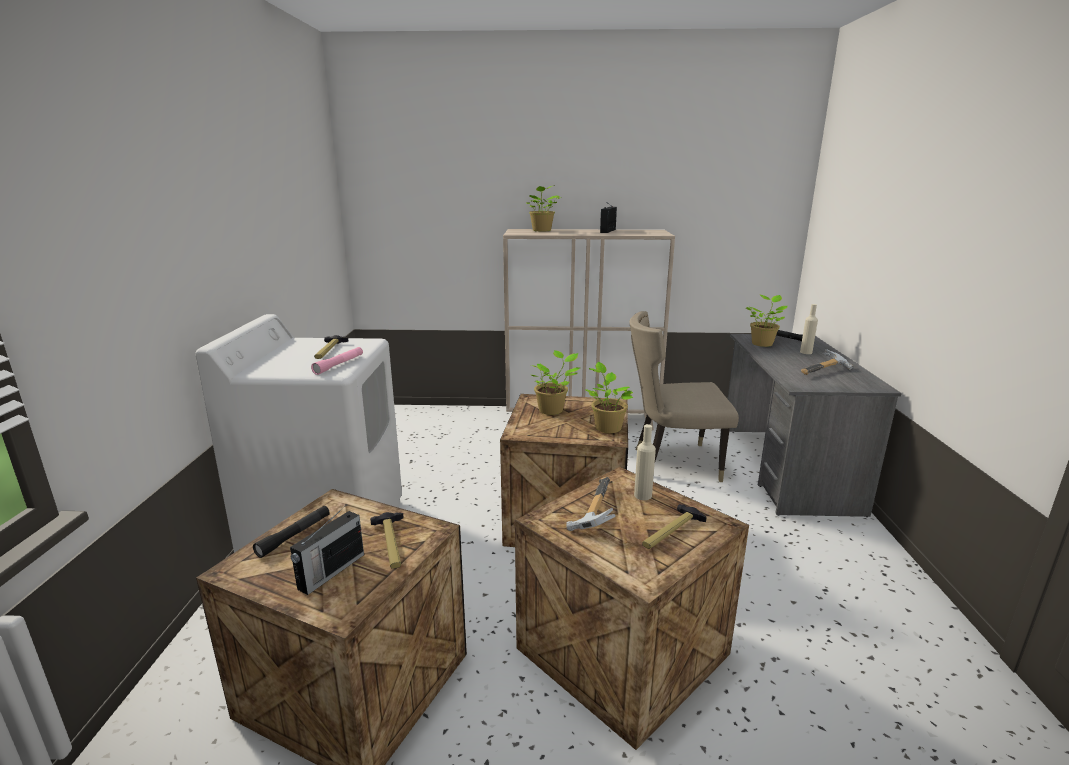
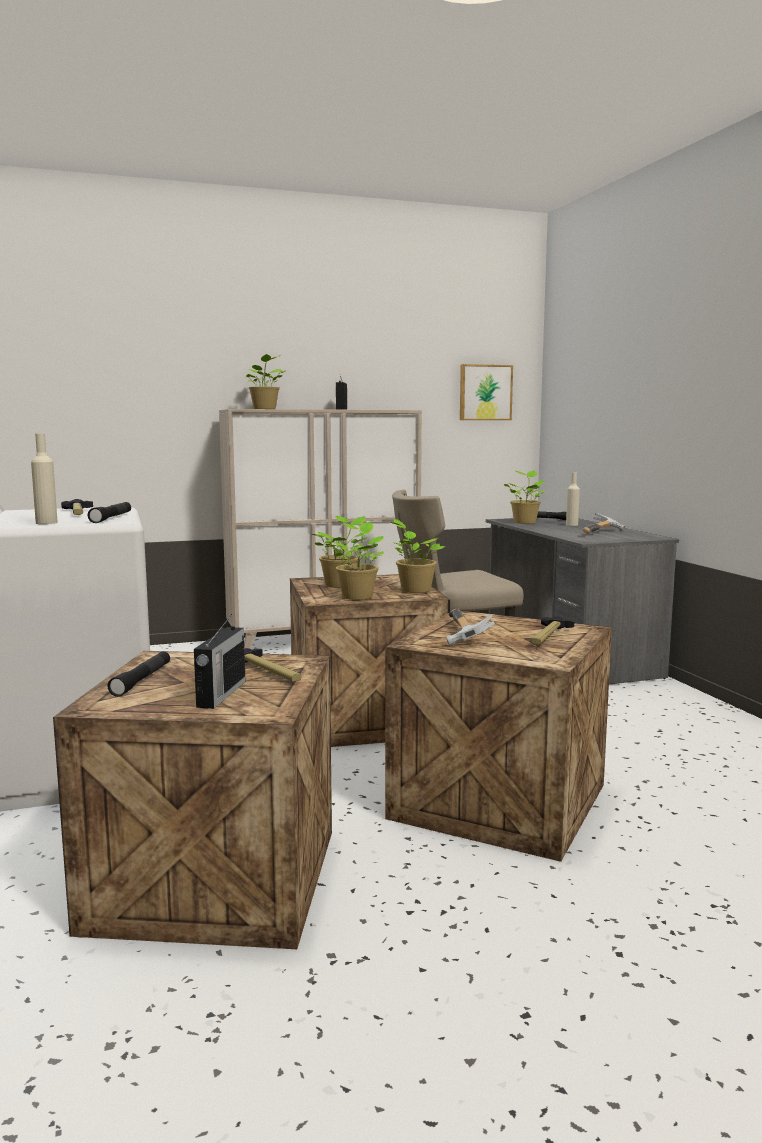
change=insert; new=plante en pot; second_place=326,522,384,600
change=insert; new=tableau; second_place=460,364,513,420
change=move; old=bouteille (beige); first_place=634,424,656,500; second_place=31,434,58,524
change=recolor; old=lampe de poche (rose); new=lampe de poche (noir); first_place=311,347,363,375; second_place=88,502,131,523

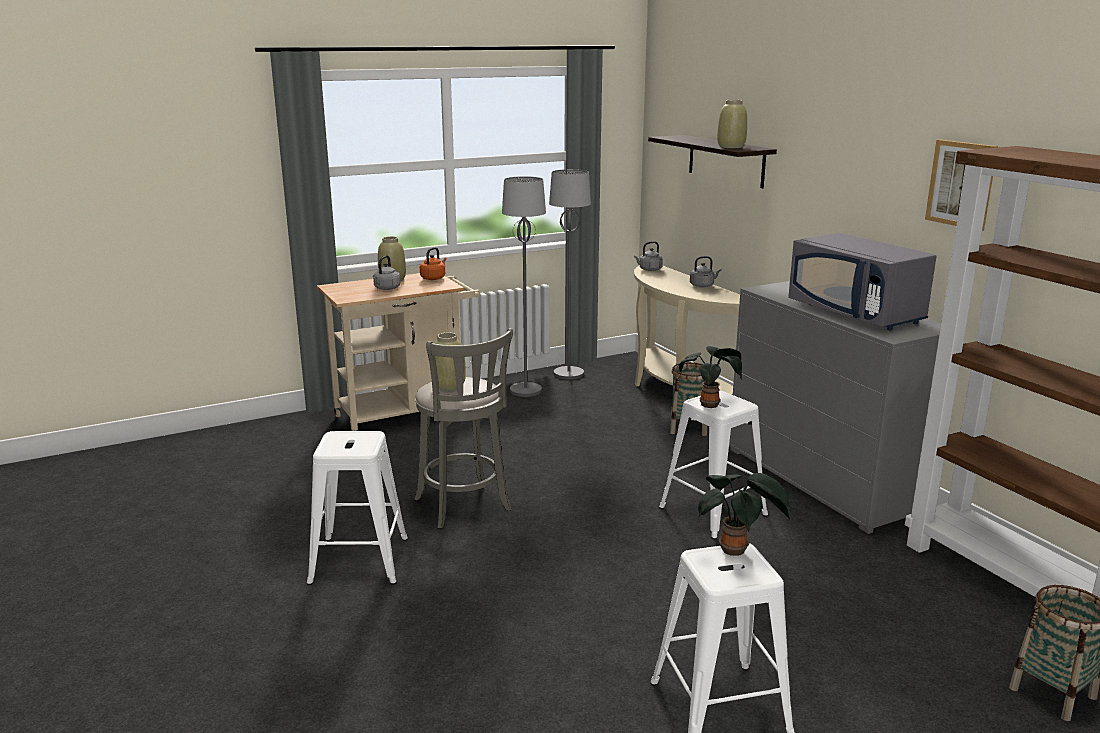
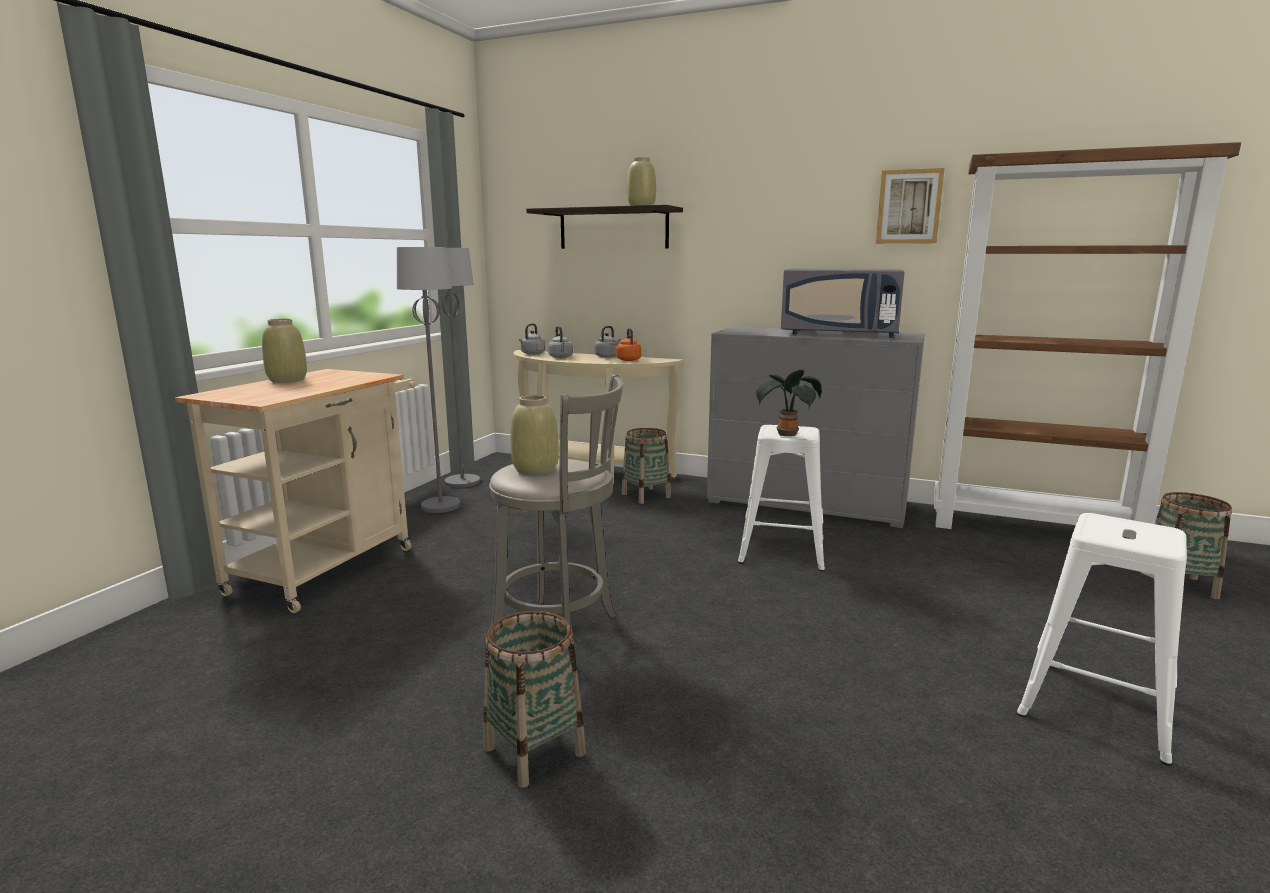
change=delete; old=plante en pot; first_place=698,473,791,556
change=move; old=bouilloire (gris); first_place=373,255,400,290; second_place=548,326,573,358
change=move; old=bouilloire (orange); first_place=420,247,446,280; second_place=616,328,642,361
change=replace; old=tabouret (blanc); new=panier; first_place=307,431,408,585; second_place=483,611,586,788

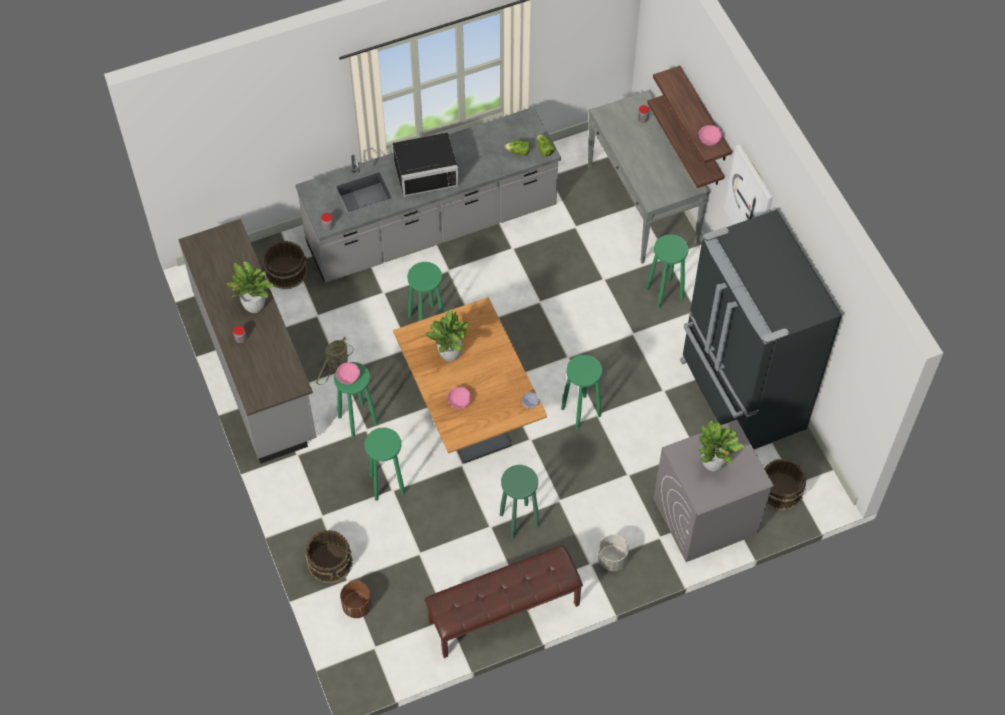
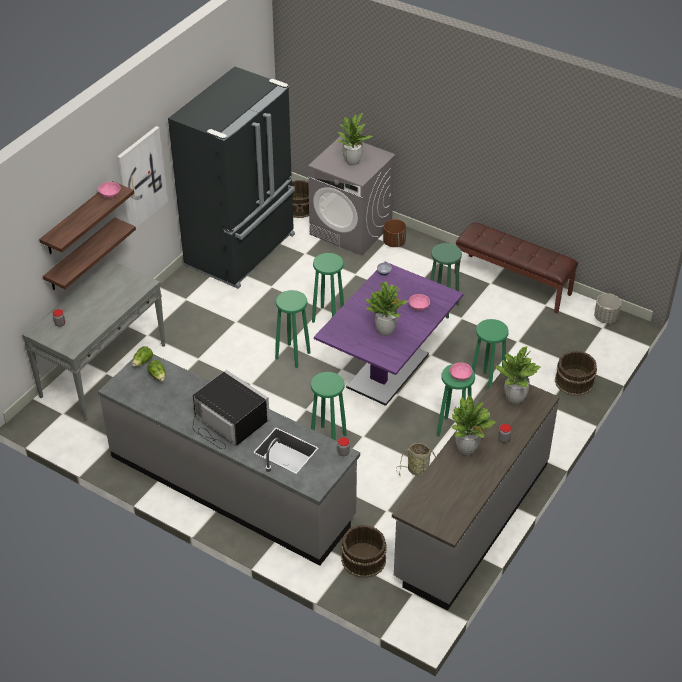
change=insert; new=plante en pot; second_place=496,346,541,404
change=move; old=cache-pot (marron); first_place=340,581,372,618; second_place=383,219,406,247
change=move; old=cache-pot (gris); first_place=598,534,629,571; second_place=594,293,621,324
change=move; old=tabouret (vert); first_place=646,234,688,309; second_place=275,290,311,368
change=recolor; old=table à manger (marron); new=table à manger (violet); first_place=393,297,547,463; second_place=314,262,463,406

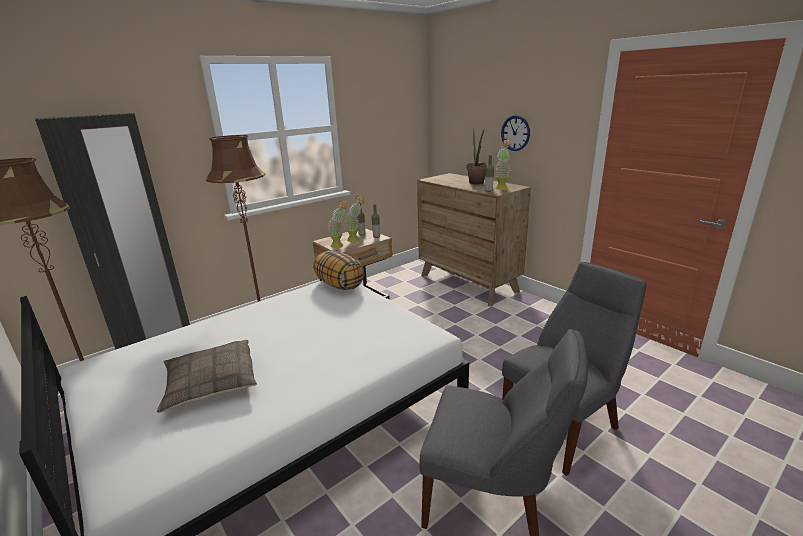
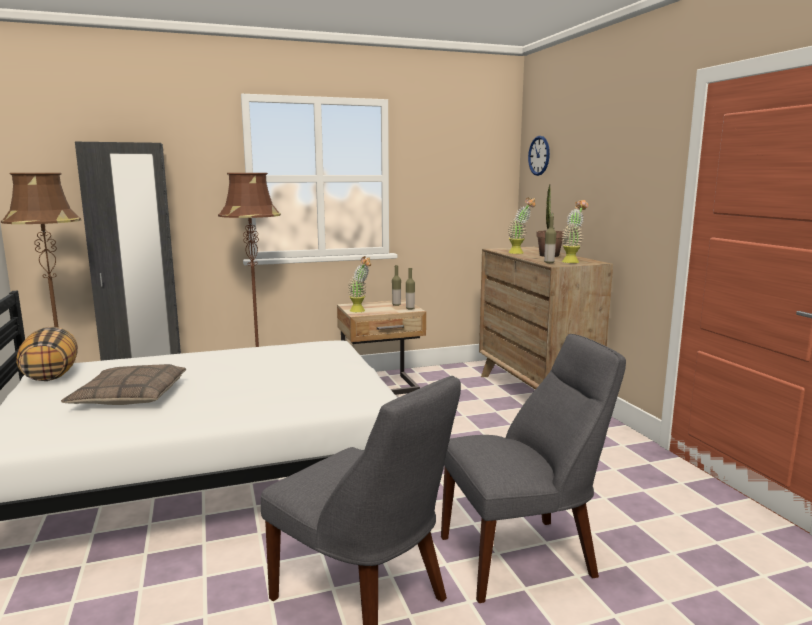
change=move; old=coussin; first_place=313,250,364,290; second_place=16,327,78,381
change=move; old=plante en pot; first_place=345,196,365,242; second_place=508,197,536,254
change=move; old=horloge murale; first_place=501,115,530,151; second_place=528,136,550,176

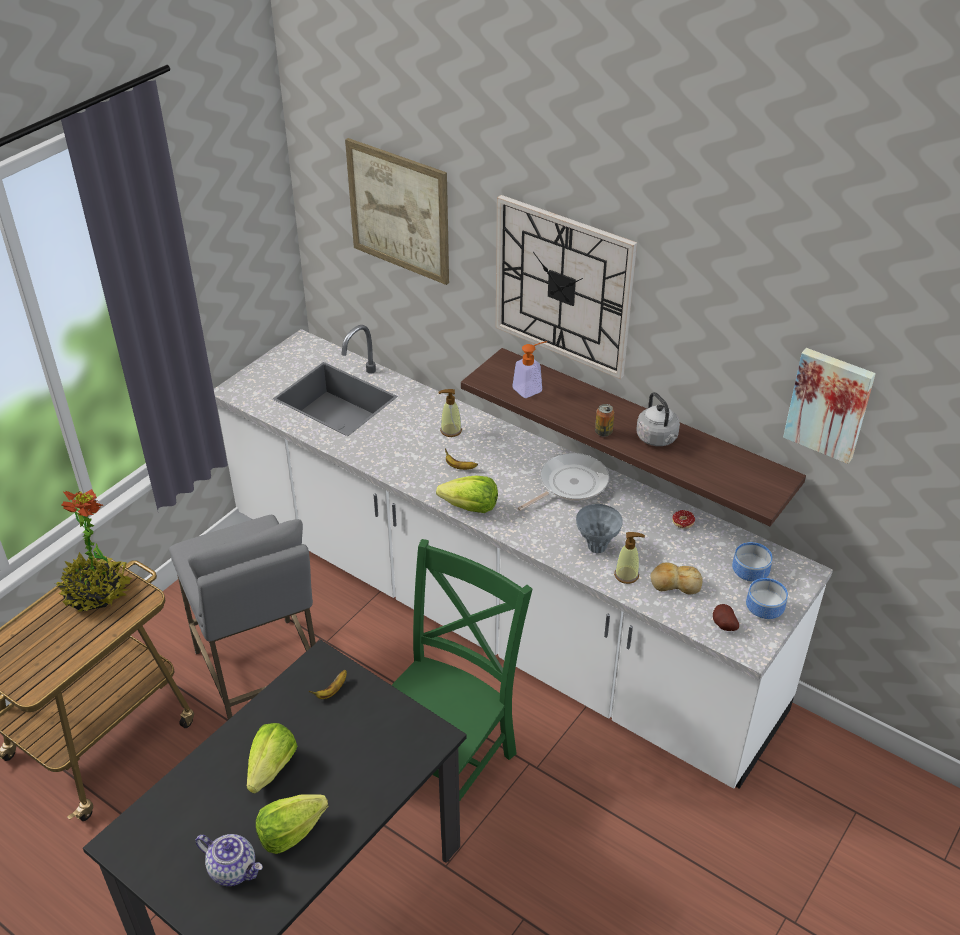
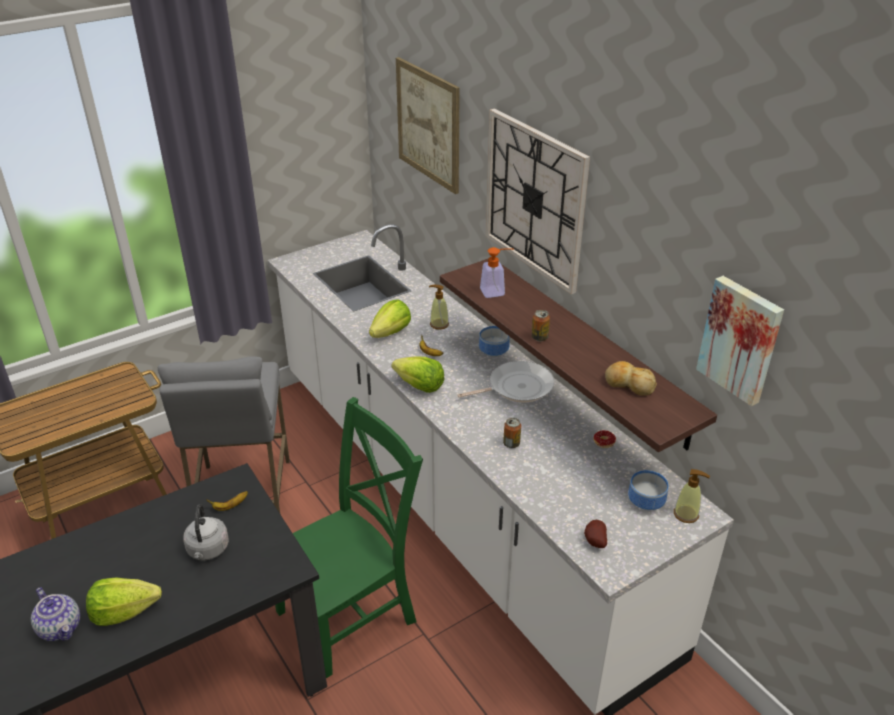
change=delete; old=plante en pot; first_place=55,489,132,612
change=move; old=laitue; first_place=247,723,298,794; second_place=369,300,411,338
change=move; old=distributeur de savon; first_place=614,532,645,584; second_place=674,469,710,523
change=move; old=bouilloire (gris); first_place=636,392,680,446; second_place=183,504,229,560
change=move; old=pain; first_place=650,562,703,594; second_place=605,361,657,396
change=move; old=bol; first_place=746,578,788,619; second_place=479,326,510,357
change=replace; old=vase (gris); new=boîte métallique; first_place=576,504,623,553; second_place=503,418,521,448

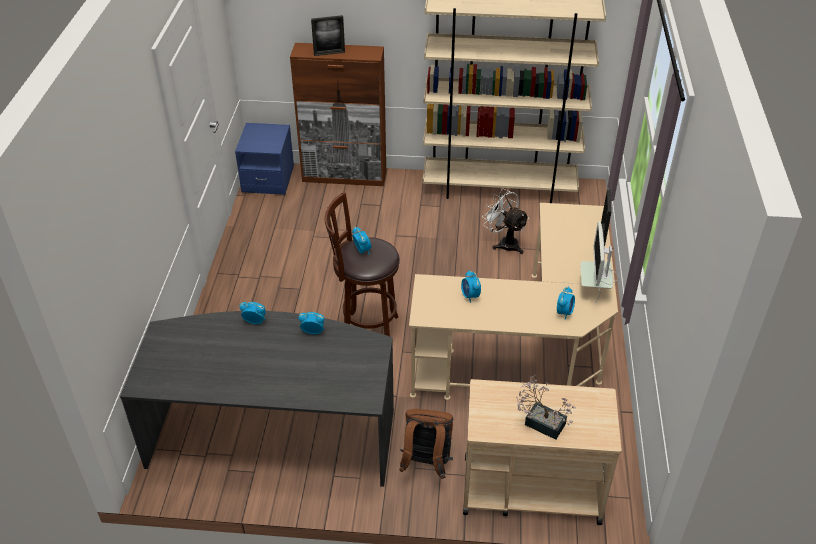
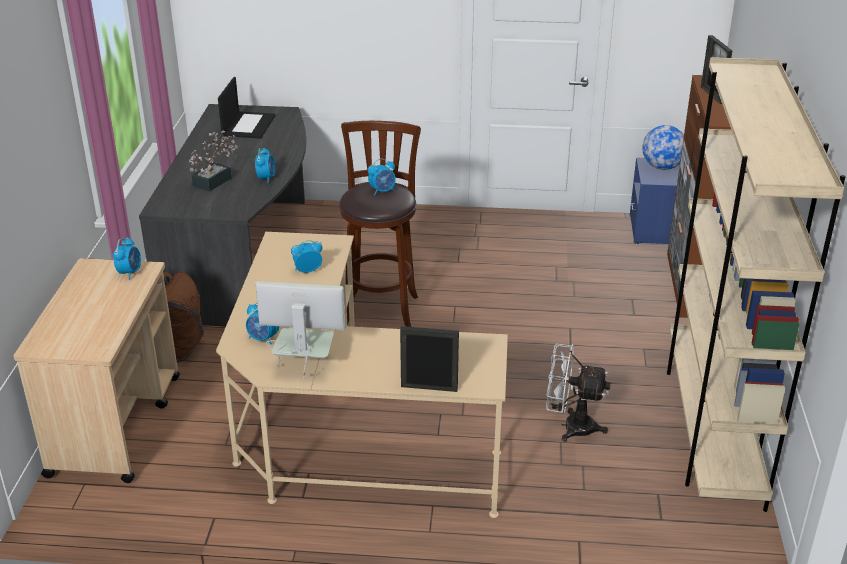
change=insert; new=ordinateur portable; second_place=218,77,275,138
change=insert; new=globe; second_place=642,125,684,170
change=move; old=réveil; first_place=239,302,266,324; second_place=113,237,141,280
change=move; old=plante en pot; first_place=516,375,576,440; second_place=189,130,238,192
change=rotate; old=ventilateur (blanc); first_place=482,189,529,254; second_place=546,344,611,442; degrees=-120

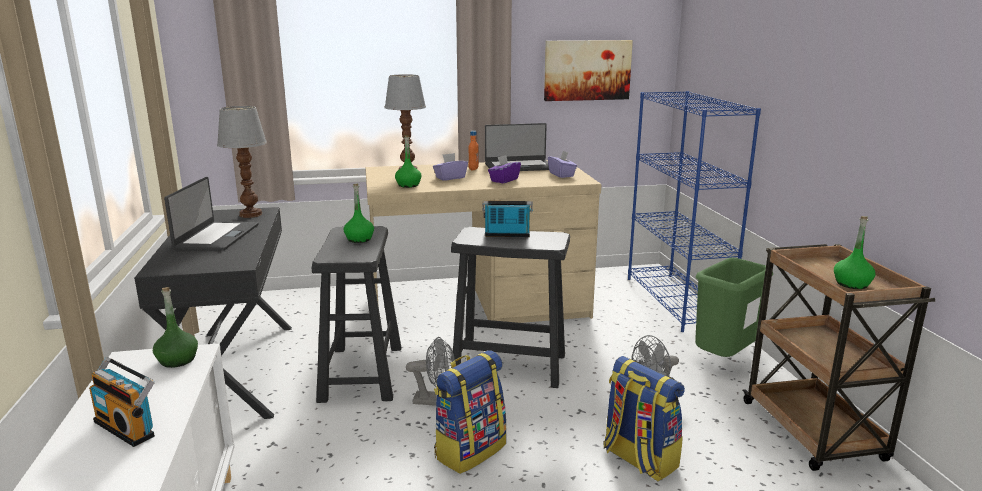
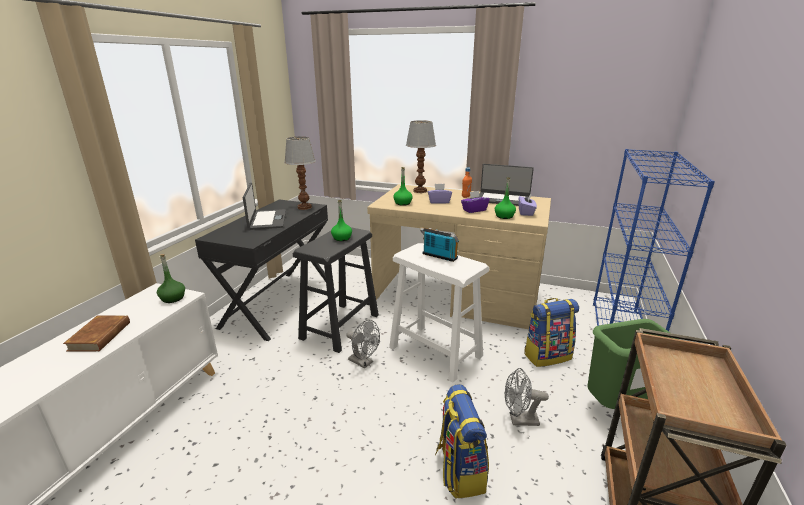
change=delete; old=tableau; first_place=544,40,633,101
change=move; old=sac à dos; first_place=434,350,507,474; second_place=524,298,579,367
change=move; old=bouteille (vert); first_place=834,216,876,289; second_place=495,177,516,219
change=replace; old=radio; new=livre (marron); first_place=89,357,155,447; second_place=63,316,130,351
change=recolor; old=tabouret (noir); new=tabouret (blanc); first_place=451,227,570,388; second_place=389,243,489,383
change=rotate; old=ordinateur portable; first_place=164,177,258,250; second_place=243,183,286,230; degrees=-45

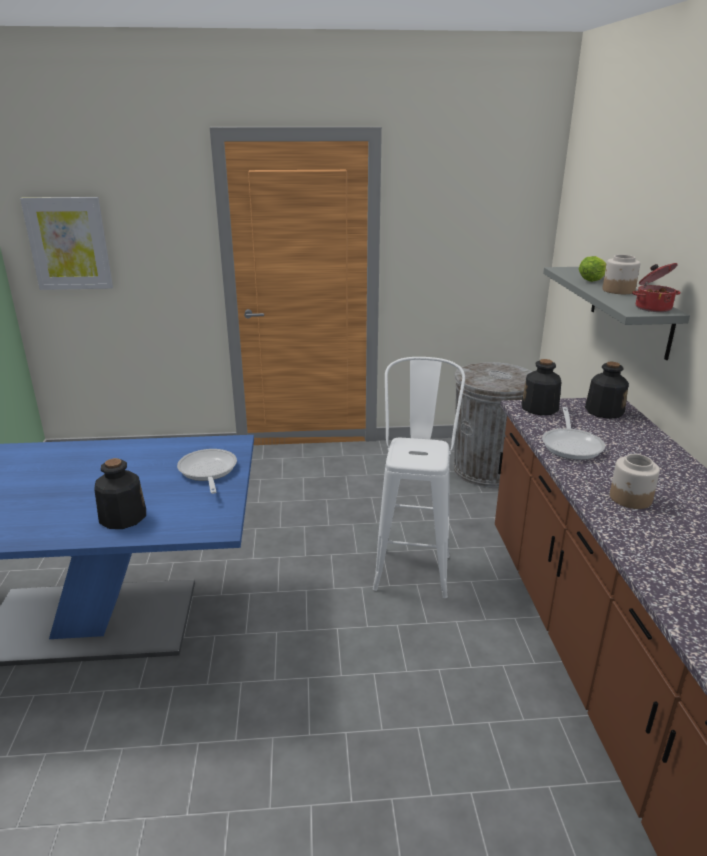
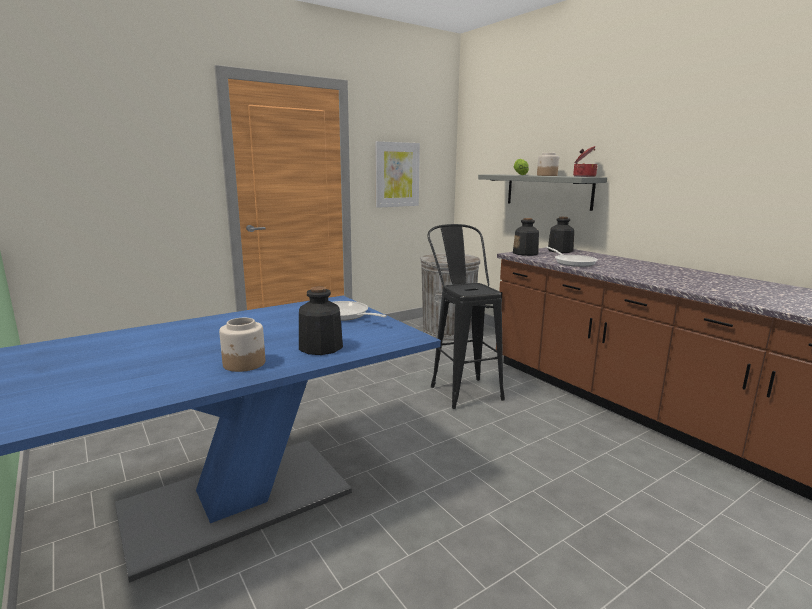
change=move; old=tableau; first_place=20,197,113,290; second_place=375,141,420,208
change=move; old=bocal; first_place=610,454,660,509; second_place=219,318,265,372
change=recolor; old=tabouret (blanc); new=tabouret (noir); first_place=373,357,465,598; second_place=427,224,505,409

